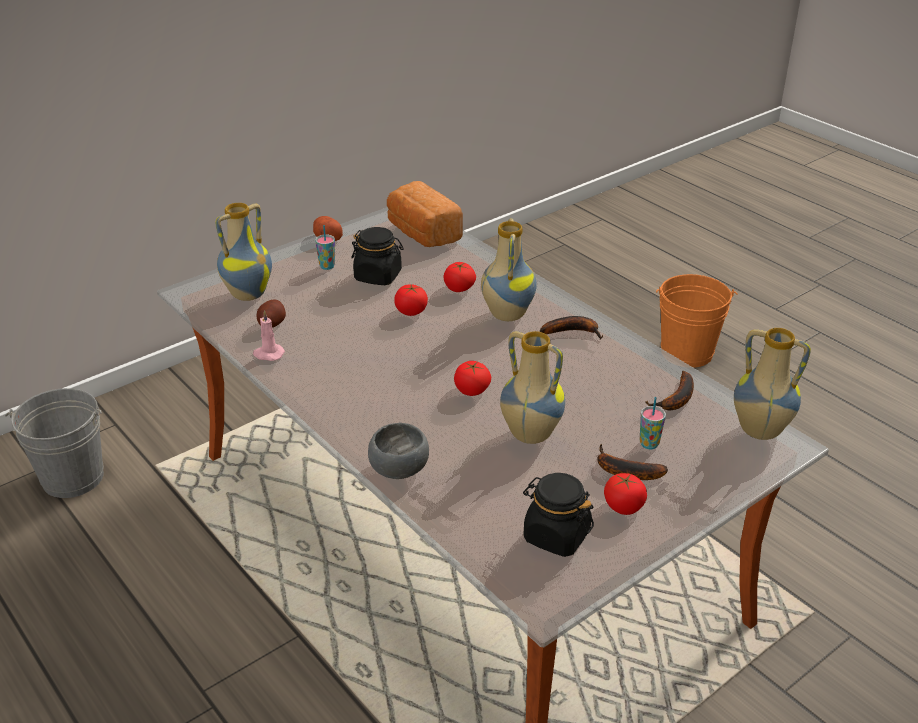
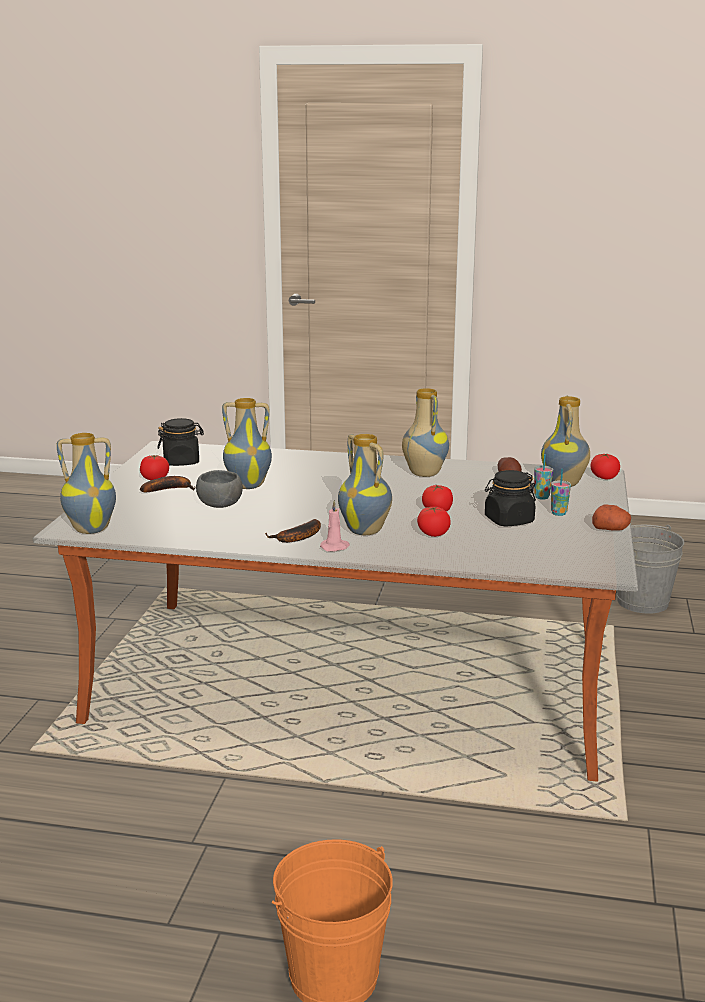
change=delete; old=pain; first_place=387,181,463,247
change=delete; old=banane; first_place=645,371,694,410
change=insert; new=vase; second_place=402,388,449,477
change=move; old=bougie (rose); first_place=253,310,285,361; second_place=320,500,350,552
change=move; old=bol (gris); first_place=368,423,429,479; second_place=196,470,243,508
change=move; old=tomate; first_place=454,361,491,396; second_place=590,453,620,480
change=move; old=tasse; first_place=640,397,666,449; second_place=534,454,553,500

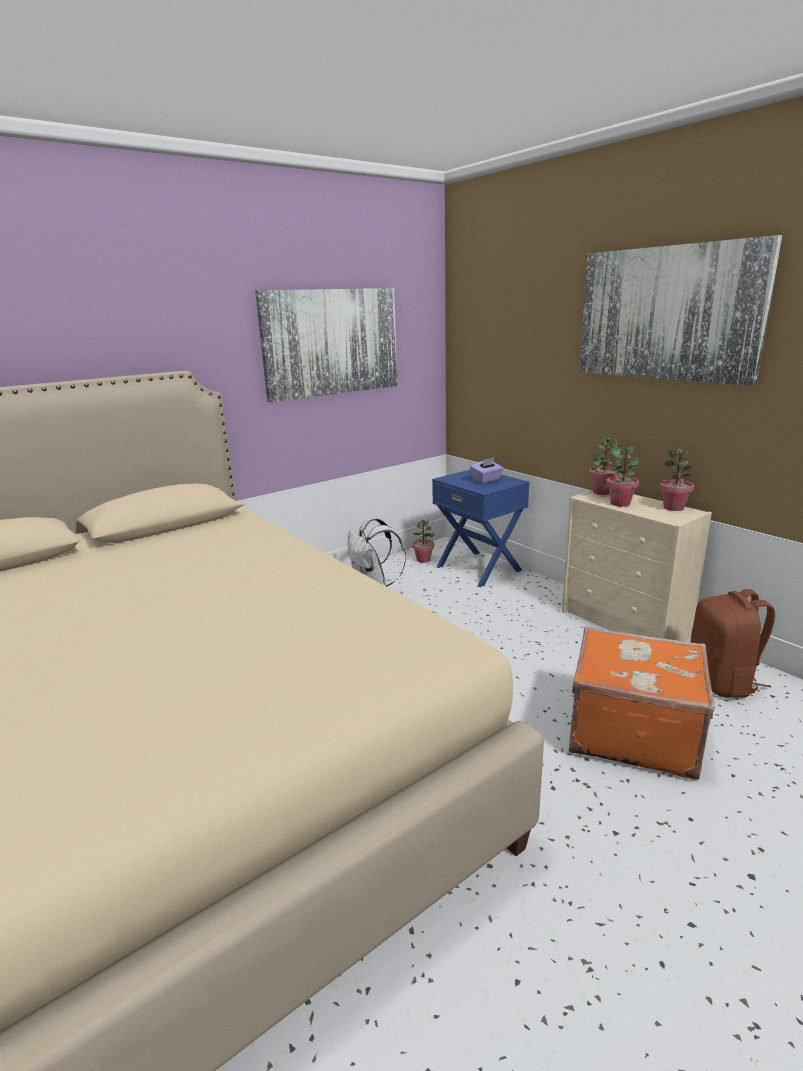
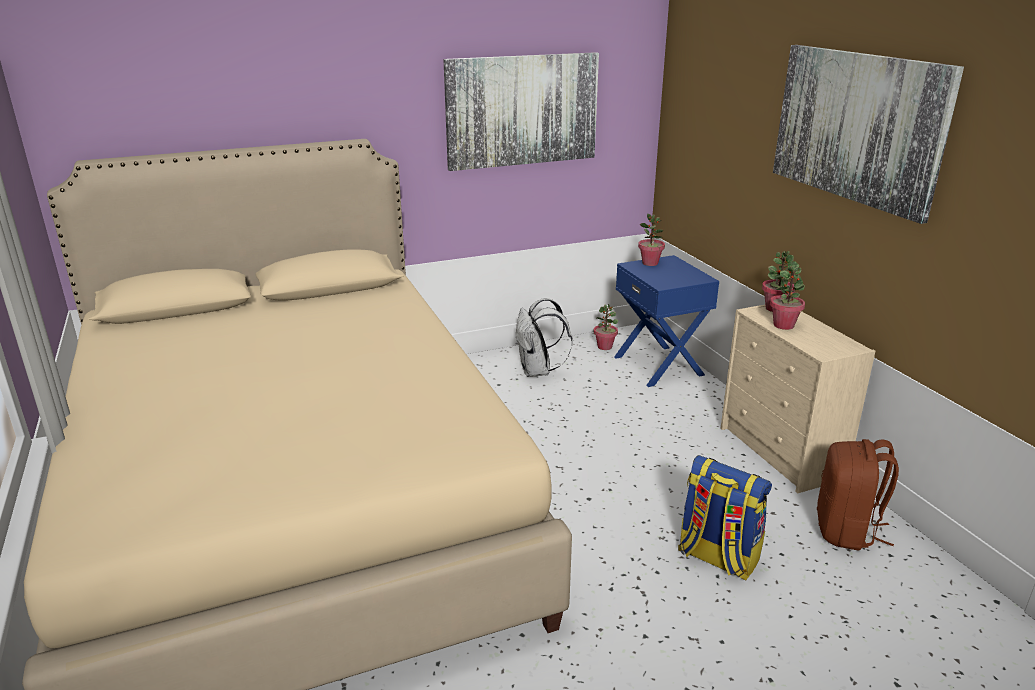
change=delete; old=boîte à mouchoirs (violet); first_place=470,457,504,483
change=move; old=plante en pot; first_place=659,449,694,511; second_place=638,214,665,266
change=replace; old=valise (orange); new=sac à dos; first_place=569,627,715,780; second_place=678,455,772,580

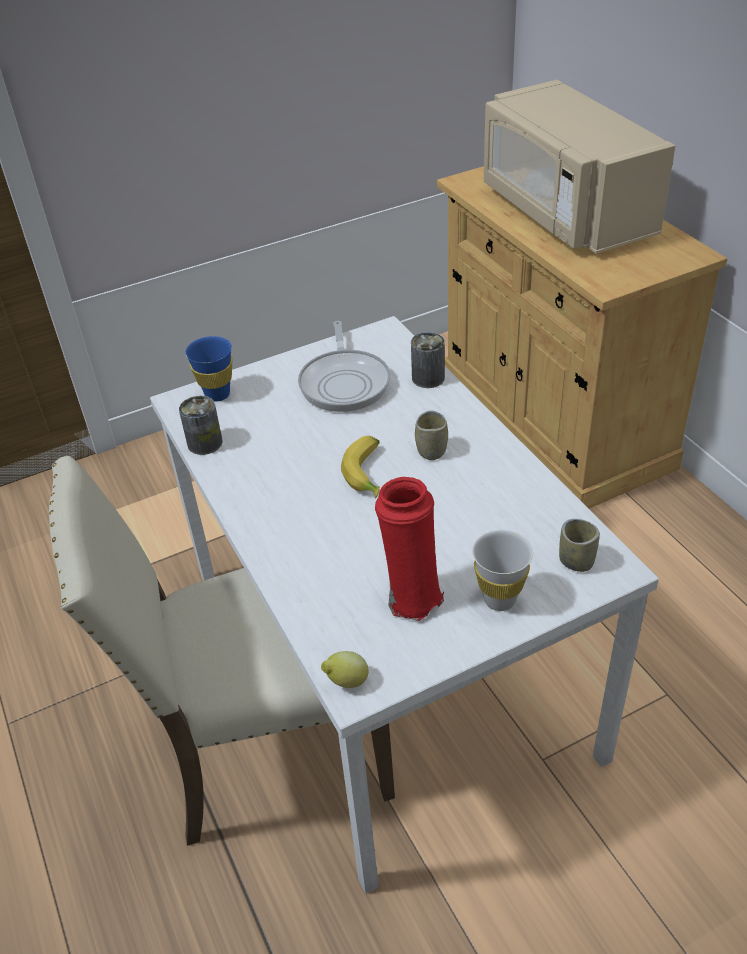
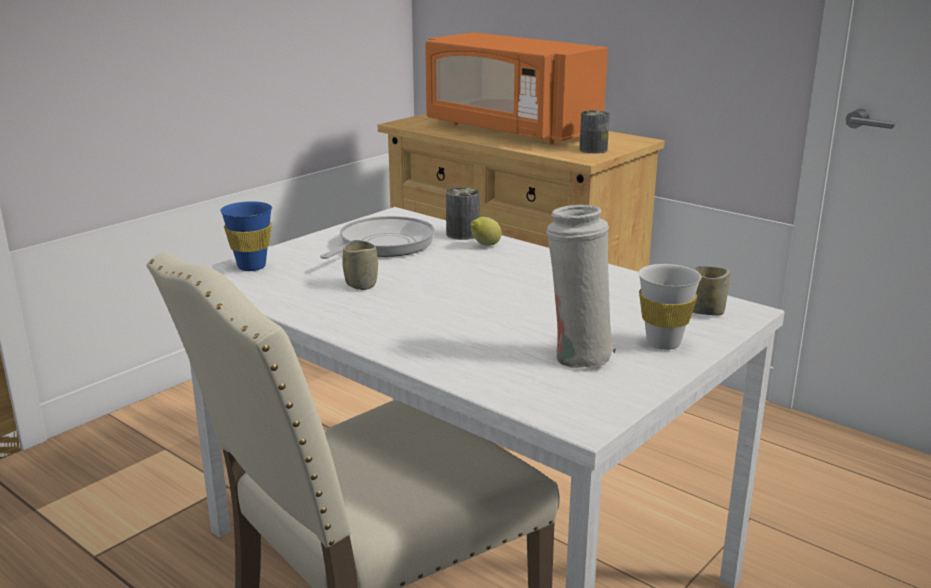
change=delete; old=banane; first_place=341,436,380,499
change=move; old=boîte métallique; first_place=179,396,222,455; second_place=579,110,610,153
change=move; old=citron; first_place=321,651,369,688; second_place=470,217,502,246
change=move; old=tasse; first_place=415,411,448,460; second_place=342,240,378,290
change=recolor; old=vase (rouge); new=vase (blanc); first_place=375,477,444,621; second_place=546,205,616,368
change=recolor; old=micro-ondes (beige); new=micro-ondes (orange); first_place=484,80,675,254; second_place=425,32,608,144
change=rotate; old=poêle; first_place=298,321,390,412; second_place=320,216,435,259; degrees=-120

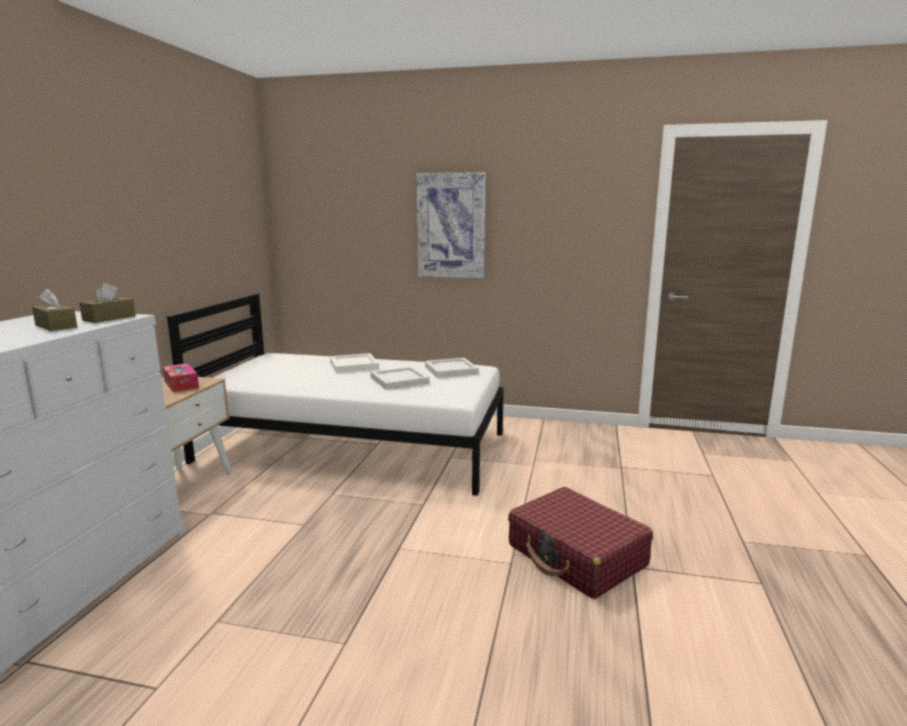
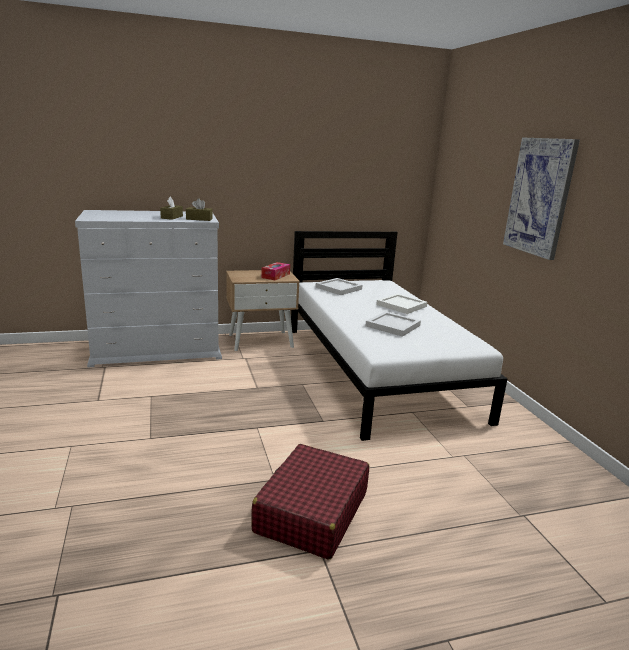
change=move; old=plateau (blanc); first_place=425,358,479,378; second_place=315,278,362,295

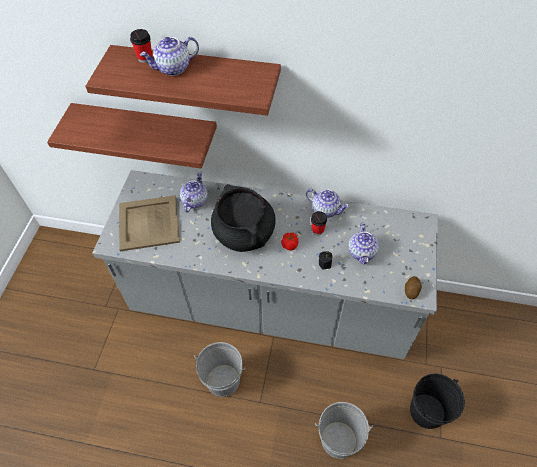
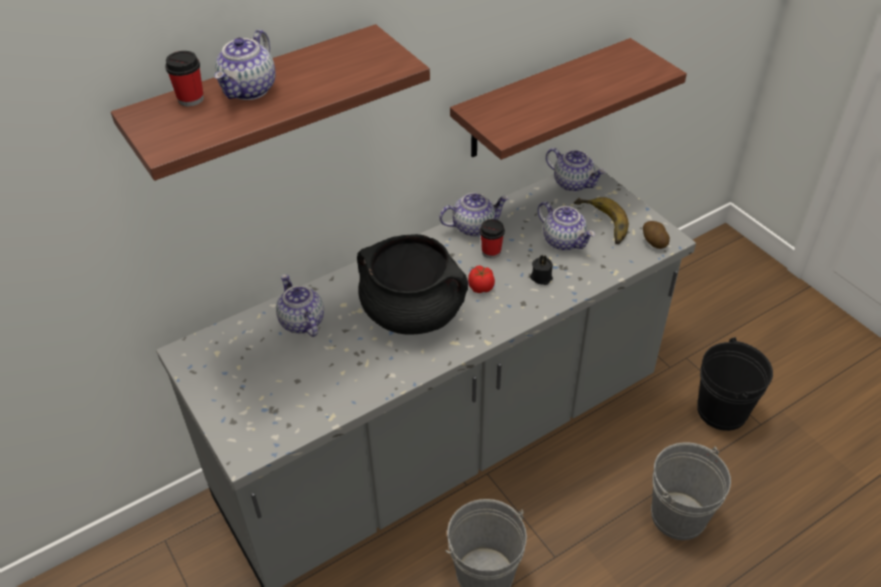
change=delete; old=plateau (beige); first_place=119,195,180,251
change=insert; new=théière; second_place=546,148,606,192
change=insert; new=banane; second_place=574,197,629,244
change=move; old=étagère; first_place=47,103,217,169; second_place=450,38,687,160

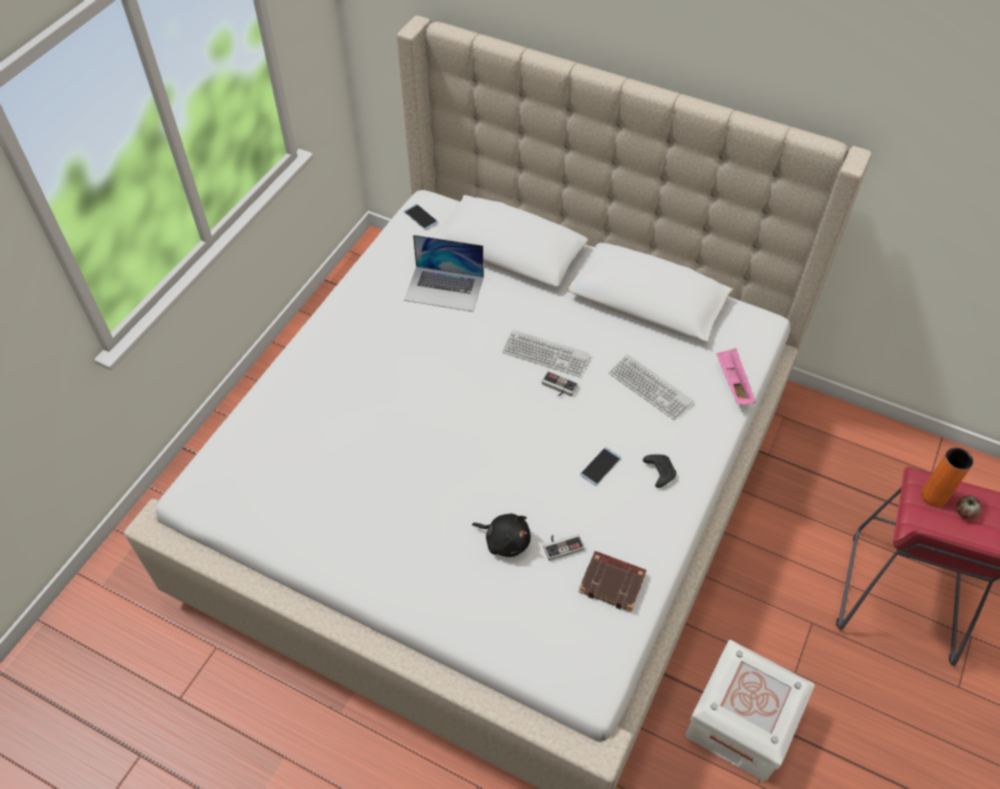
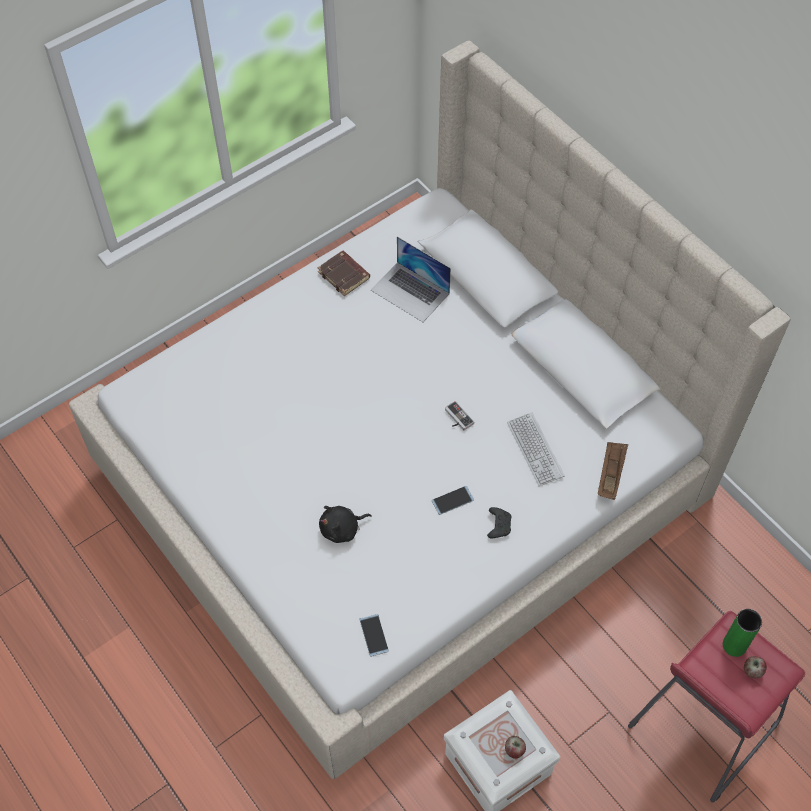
change=delete; old=clavier; first_place=502,330,590,377
change=delete; old=manette; first_place=543,534,584,561
change=insert; new=pomme; second_place=505,736,526,759
change=move; old=téléphone; first_place=404,204,438,230; second_place=360,614,389,657
change=move; old=livre (marron); first_place=579,551,647,612; second_place=317,251,370,296
change=recolor; old=plateau (rose); new=plateau (marron); first_place=716,348,756,405; second_place=598,442,628,500
change=recolor; old=vase (orange); new=vase (vert); first_place=921,448,973,507; second_place=723,609,762,657
change=rotate; old=peluche (noir); first_place=472,514,531,557; second_place=319,506,372,543; degrees=105

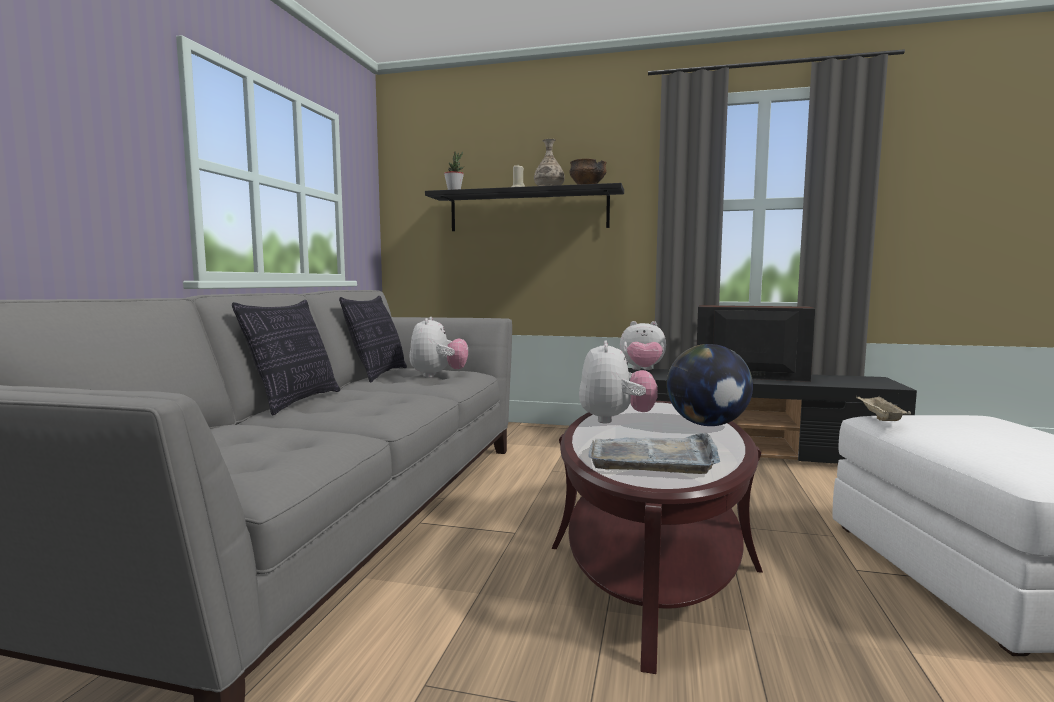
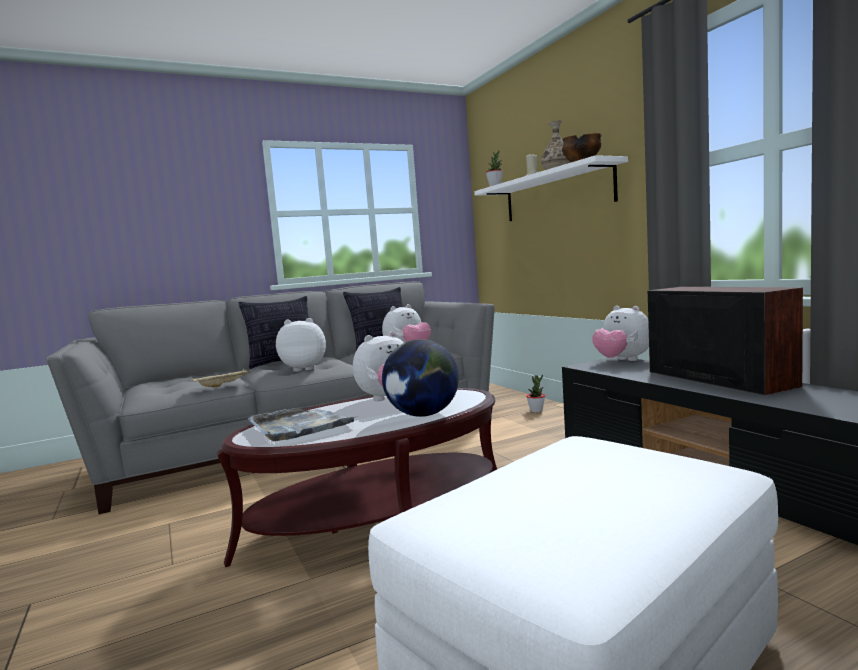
change=insert; new=peluche; second_place=276,318,326,372
change=insert; new=plante en pot; second_place=526,374,545,413
change=move; old=plateau (beige); first_place=856,396,911,421; second_place=191,369,251,387
change=recolor; old=étagère (noir); new=étagère (blanc); first_place=425,183,624,231; second_place=474,155,628,221

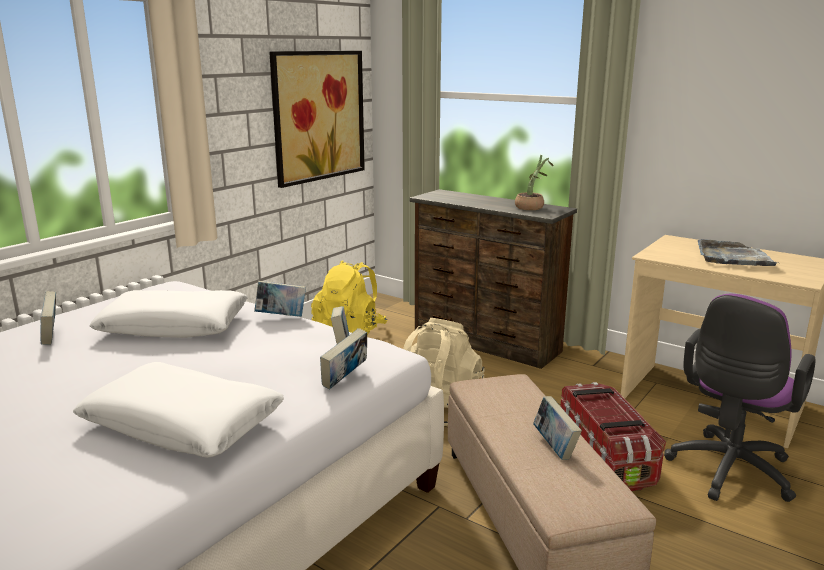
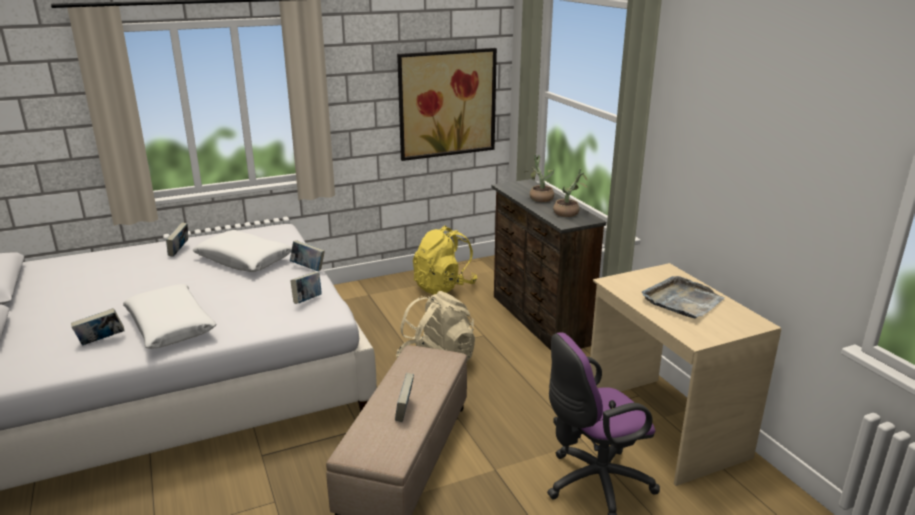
change=delete; old=boîte de rangement; first_place=560,382,666,491
change=insert; new=plante en pot; second_place=526,155,554,202
change=move; old=livre; first_place=320,328,367,389; second_place=71,308,125,346

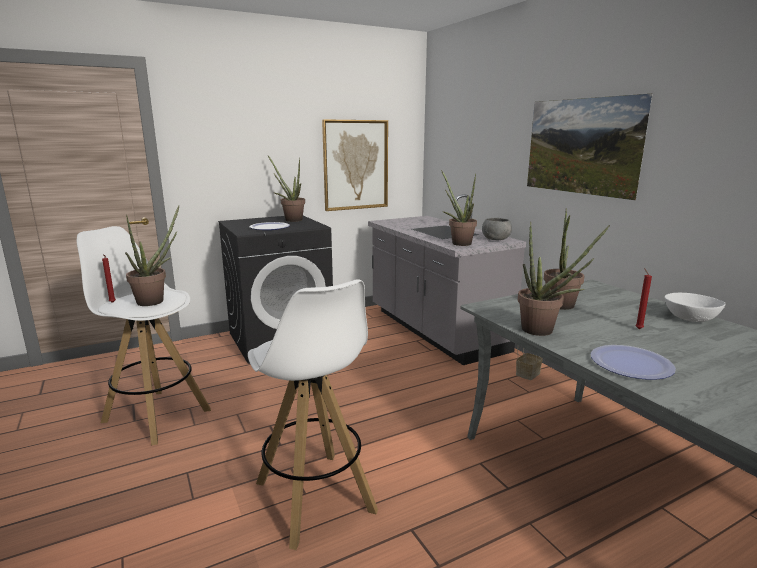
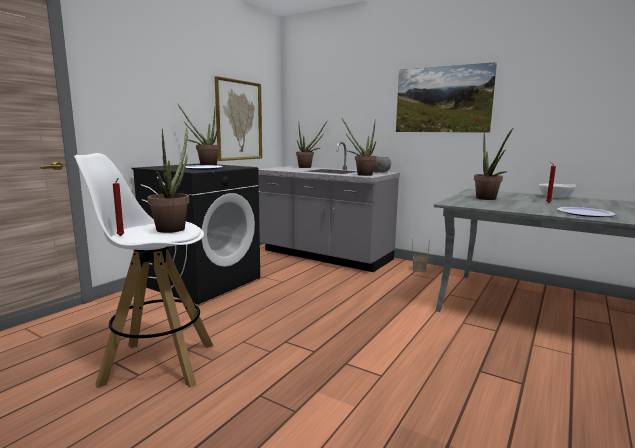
change=delete; old=tabouret (blanc); first_place=248,279,378,550
change=move; old=plante en pot; first_place=518,222,610,336; second_place=296,120,328,168

